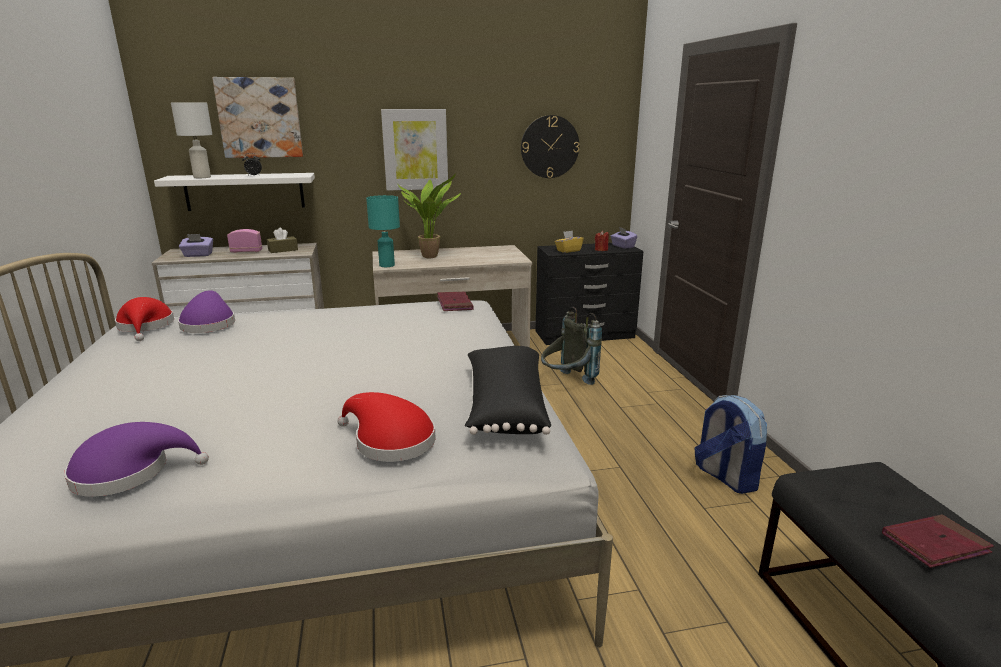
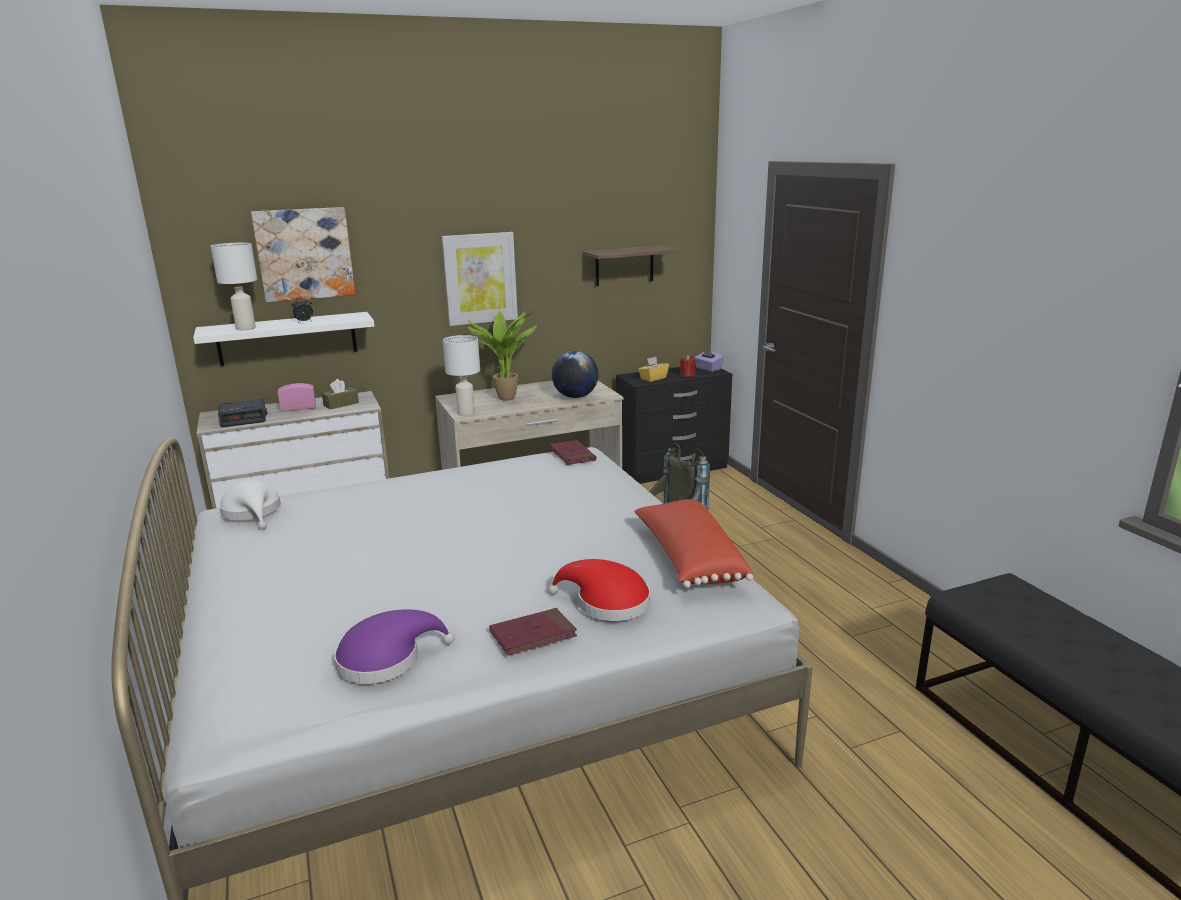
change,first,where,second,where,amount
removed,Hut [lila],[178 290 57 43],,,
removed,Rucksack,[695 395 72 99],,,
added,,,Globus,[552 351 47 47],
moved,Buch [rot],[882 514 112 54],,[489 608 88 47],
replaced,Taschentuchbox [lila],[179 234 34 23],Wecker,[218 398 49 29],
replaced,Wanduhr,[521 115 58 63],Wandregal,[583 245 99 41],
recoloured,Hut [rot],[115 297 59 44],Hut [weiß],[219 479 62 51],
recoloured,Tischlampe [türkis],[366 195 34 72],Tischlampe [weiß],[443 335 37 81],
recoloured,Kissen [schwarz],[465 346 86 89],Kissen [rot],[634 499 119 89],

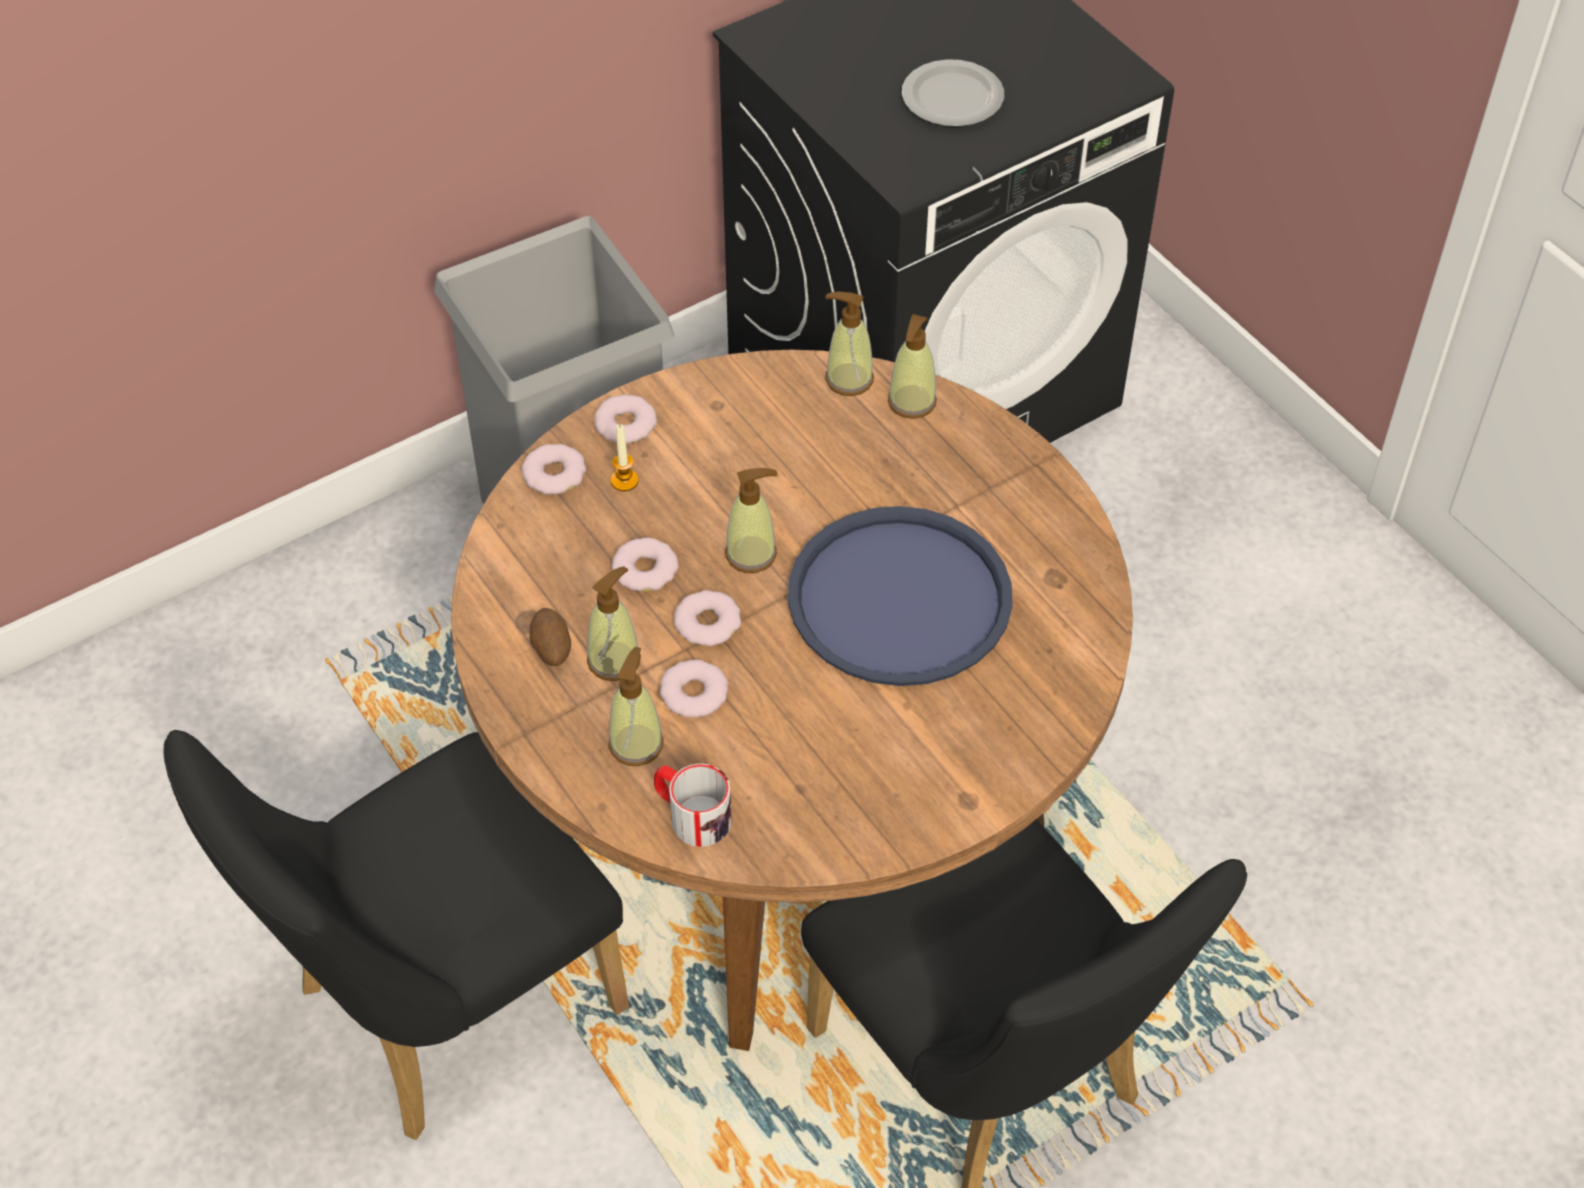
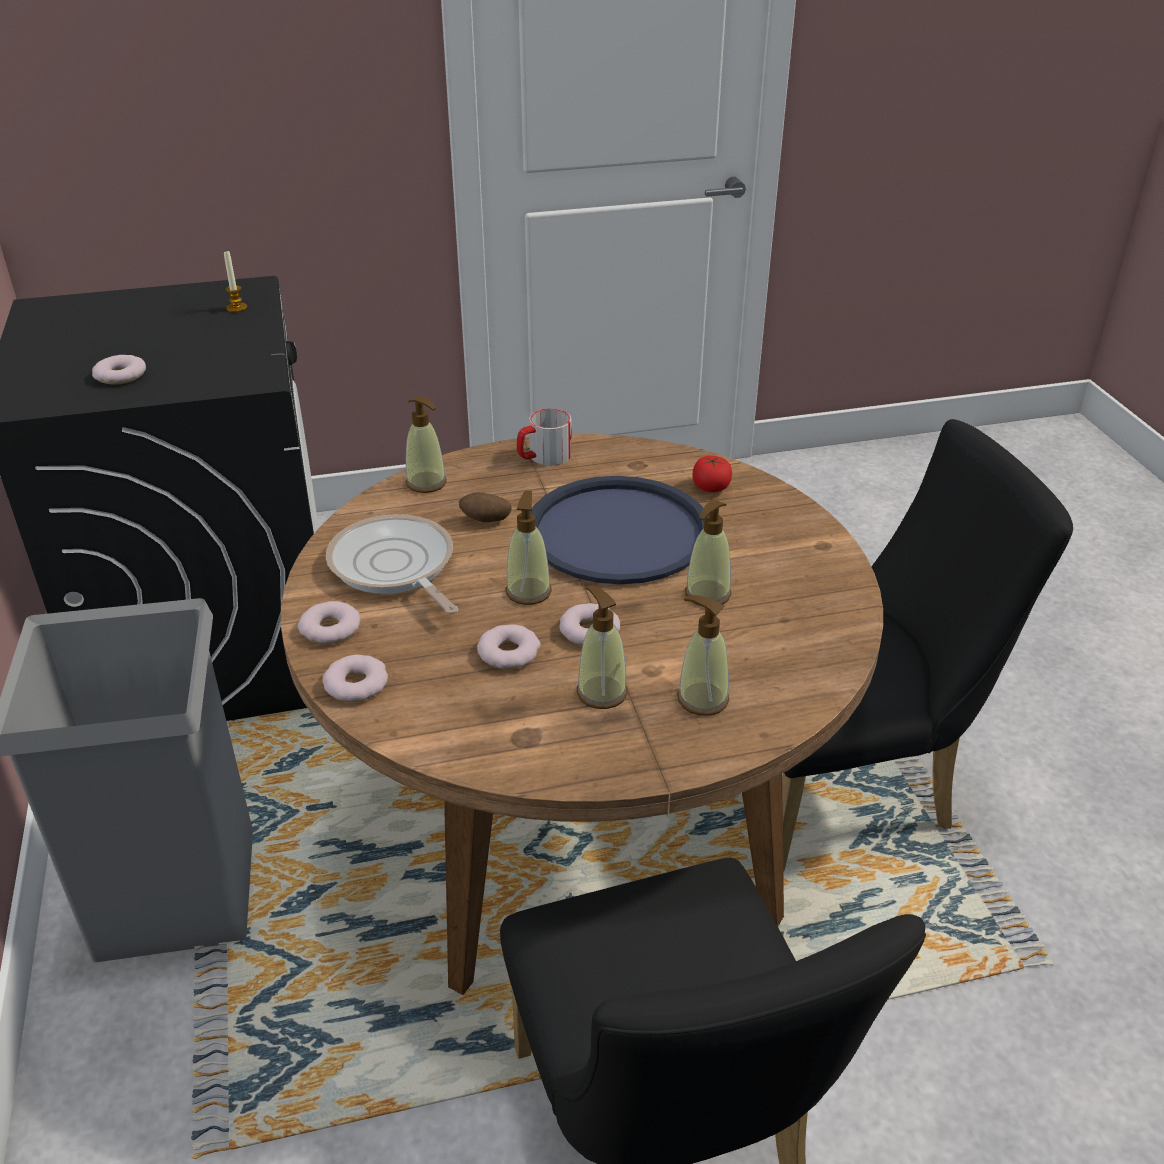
change,first,where,second,where,amount
removed,Teller,[902 59 102 68],,,
added,,,Pfanne,[326 514 132 100],
added,,,Tomate,[692 456 40 36],
moved,Kartoffel,[530 608 41 58],,[459 492 53 30],
moved,Kerze,[611 424 28 67],,[224 251 23 61],
moved,Henkelbecher,[654 763 78 84],,[517 409 55 57],
moved,Donut,[660 659 68 59],,[92 355 54 30],
moved,Seifenspender,[825 292 49 104],,[685 499 46 107],

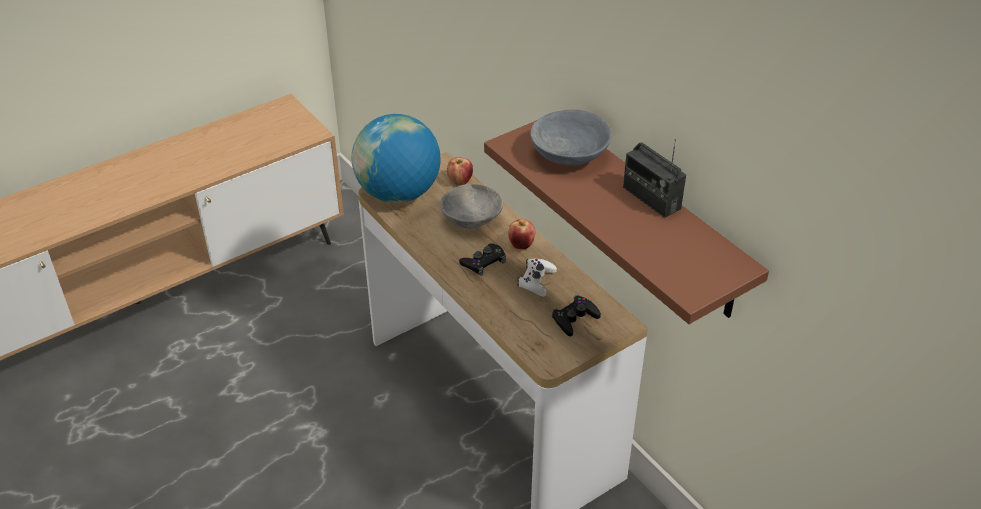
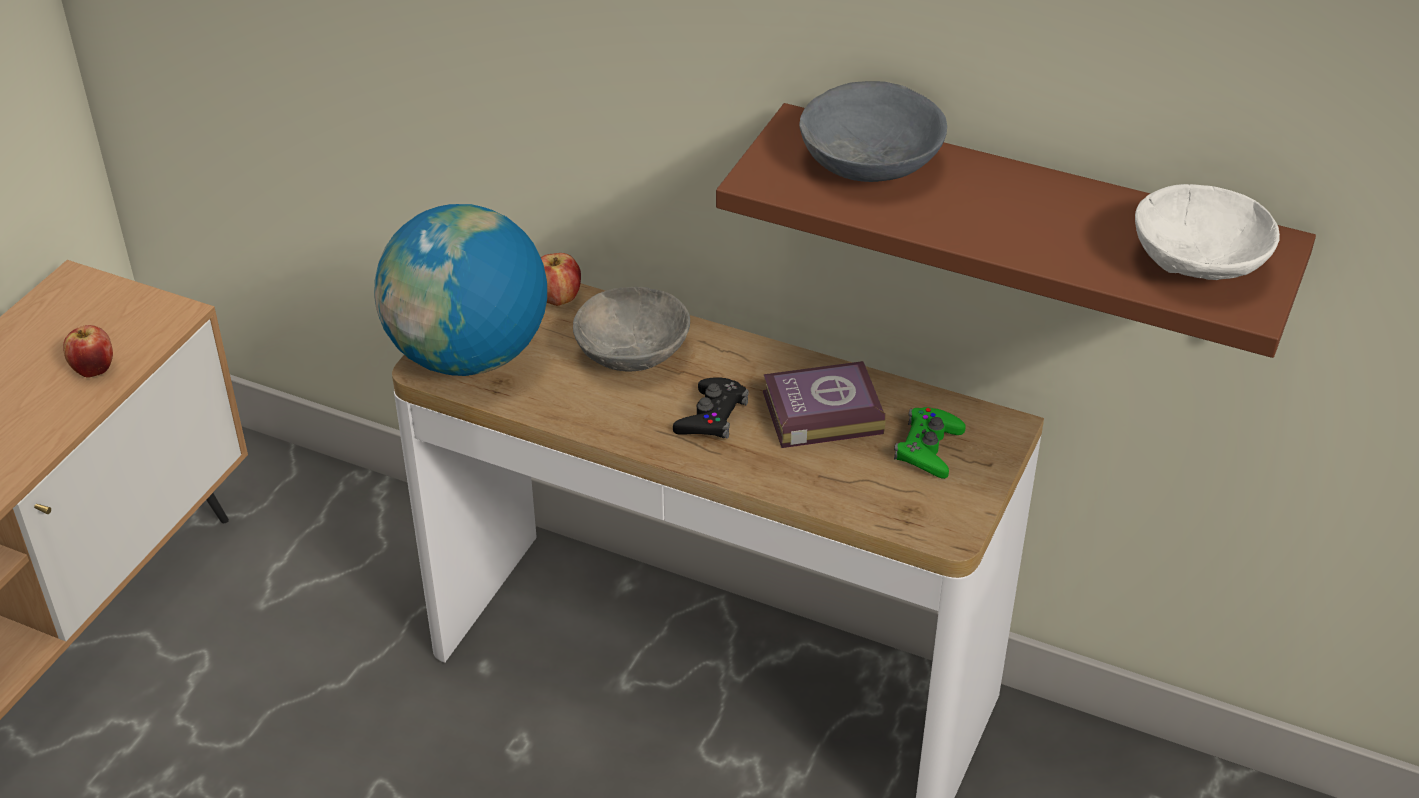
change,first,where,second,where,amount
removed,Radio,[623 139 63 79],,,
added,,,Schüssel [weiß],[1135 184 145 96],
moved,Apfel,[508 219 27 30],,[63 325 50 53],
replaced,Gamepad [weiß],[517 258 40 39],Buch,[763 361 123 87],
recoloured,Gamepad [schwarz],[552 295 49 41],Gamepad [grün],[894 407 72 72],

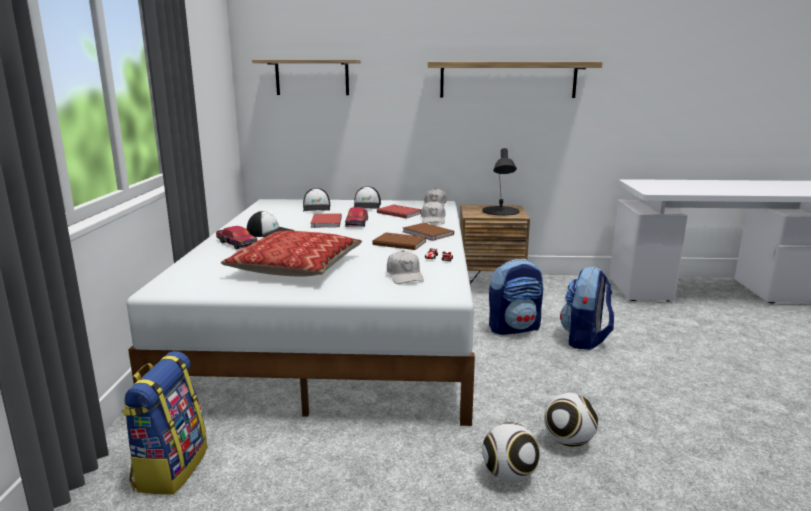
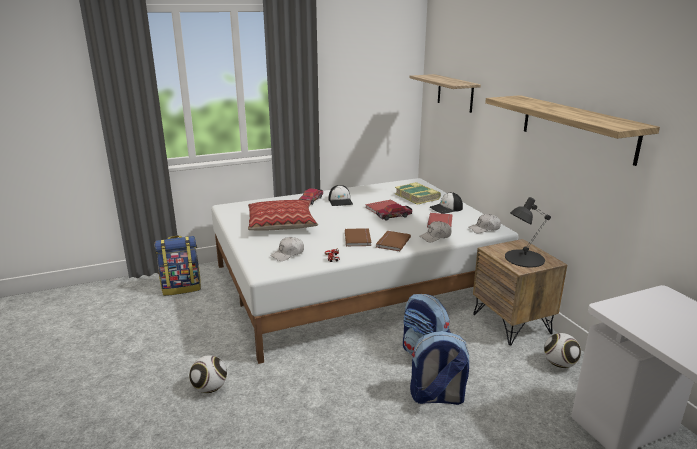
change,first,where,second,where,amount
moved,Fußball,[544 393 54 54],,[544 333 37 35],
replaced,Kappe,[303 188 27 23],Buch,[395 182 46 23],

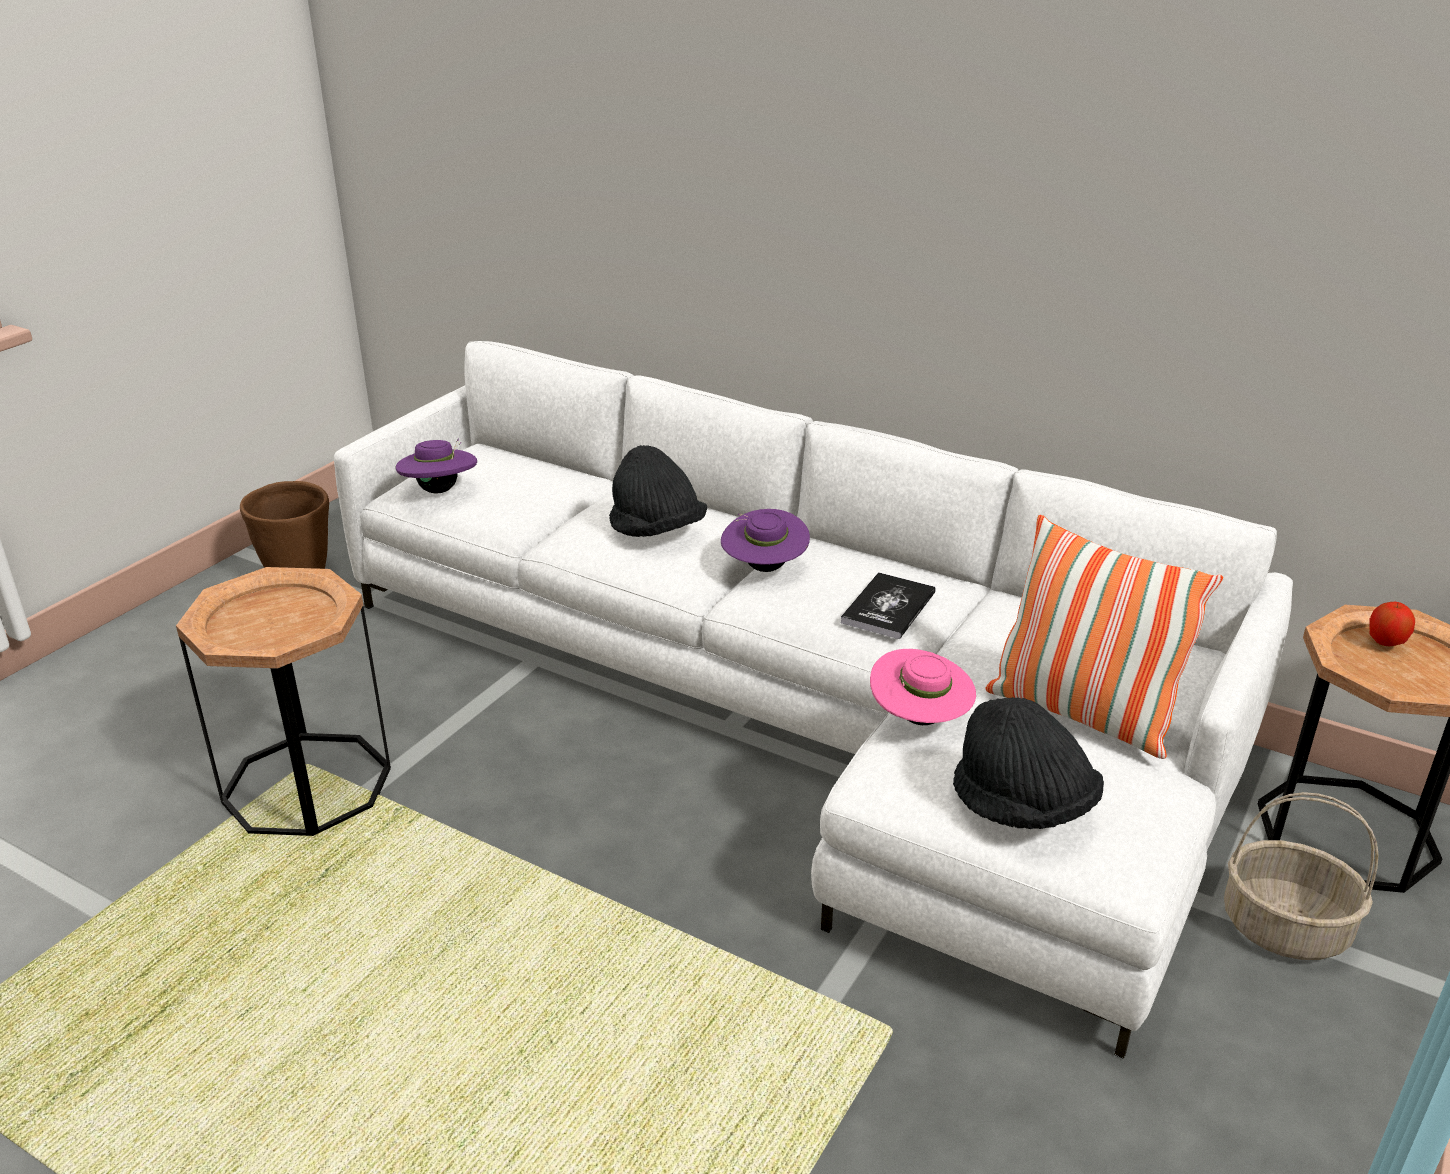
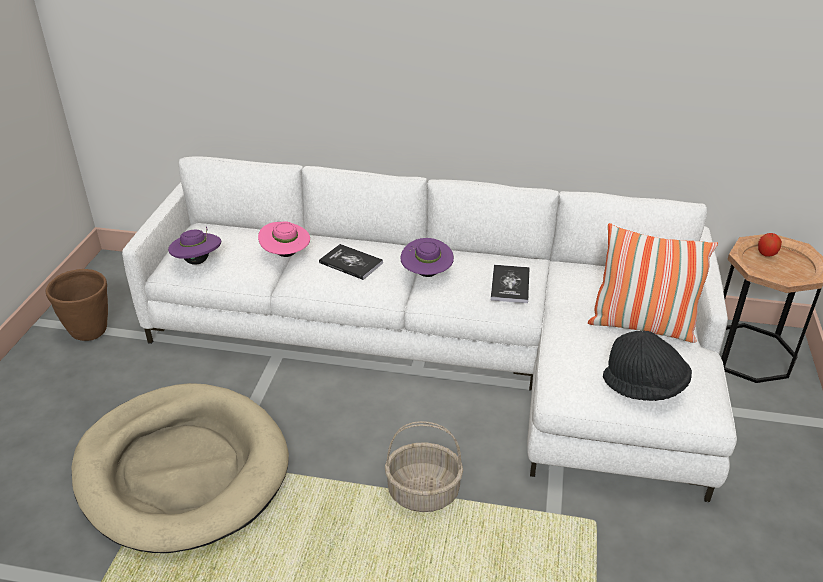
change,first,where,second,where,amount
moved,Hut [rosa],[870 649 106 76],,[258 221 52 36],
moved,Korb,[1224 792 155 168],,[385 421 78 91],
replaced,Beistelltisch [braun],[176 567 215 269],Hundebett [beige],[71 383 218 170],
replaced,Hut [schwarz],[609 445 98 92],Buch,[319 244 64 36],

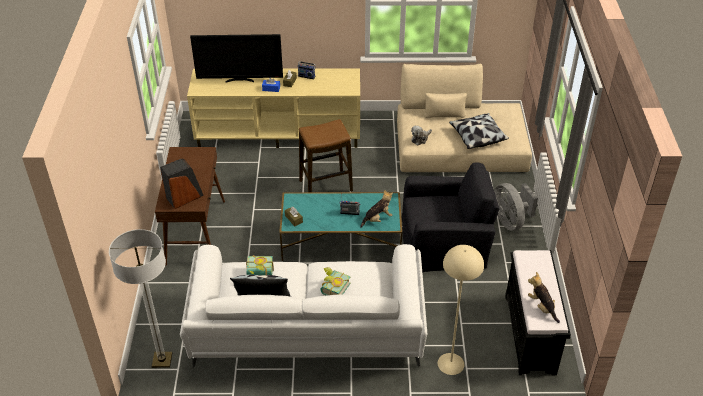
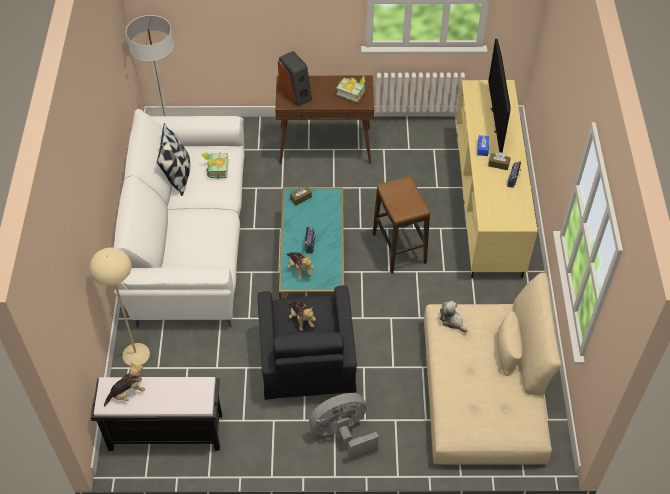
change,first,where,second,where,amount
removed,Kissen,[449 113 60 36],,,
added,,,Plüschtier,[288 302 28 29],
moved,Buch,[320 267 31 28],,[336 76 30 27],

